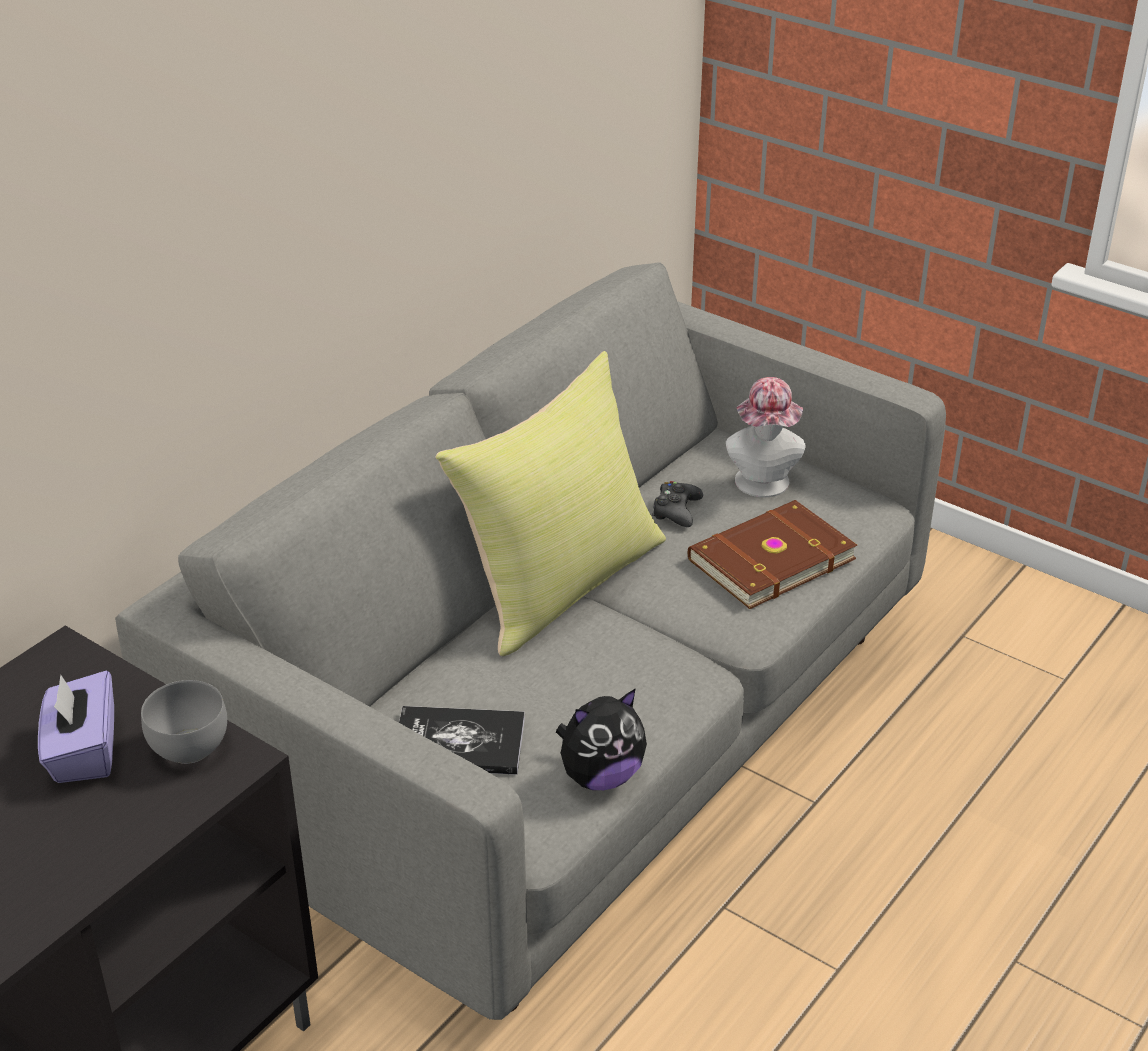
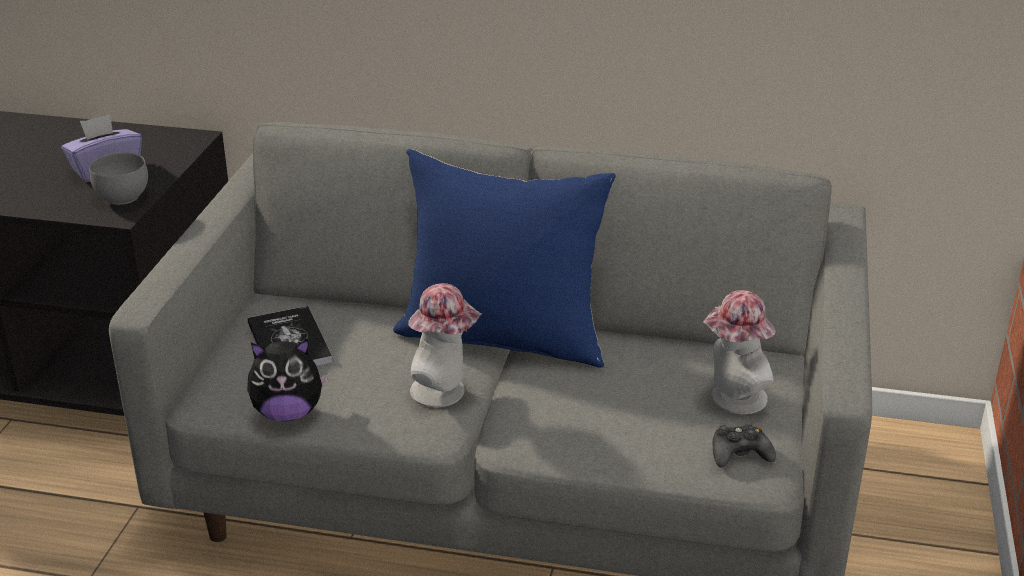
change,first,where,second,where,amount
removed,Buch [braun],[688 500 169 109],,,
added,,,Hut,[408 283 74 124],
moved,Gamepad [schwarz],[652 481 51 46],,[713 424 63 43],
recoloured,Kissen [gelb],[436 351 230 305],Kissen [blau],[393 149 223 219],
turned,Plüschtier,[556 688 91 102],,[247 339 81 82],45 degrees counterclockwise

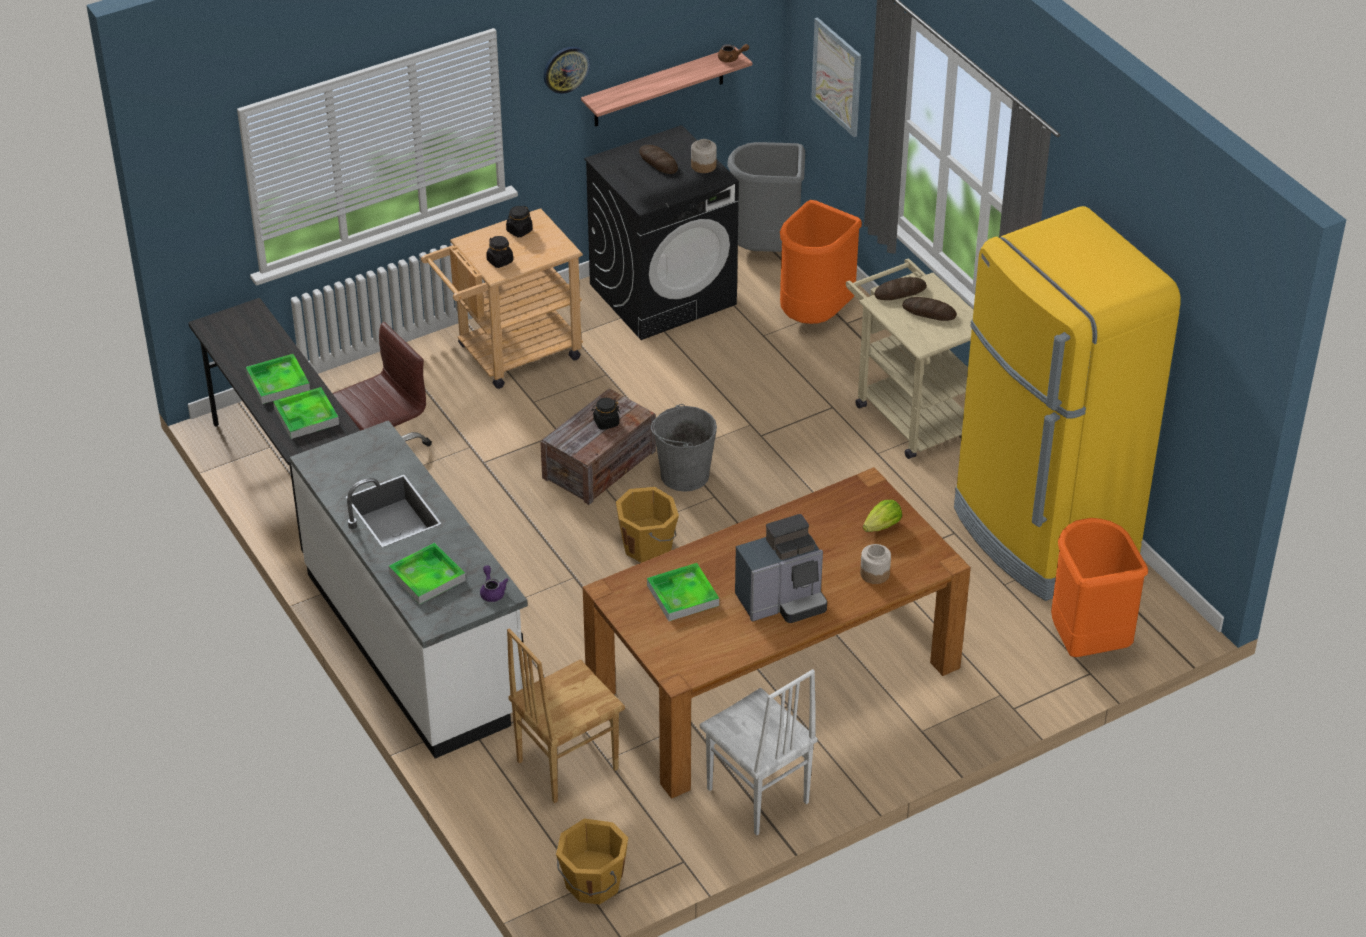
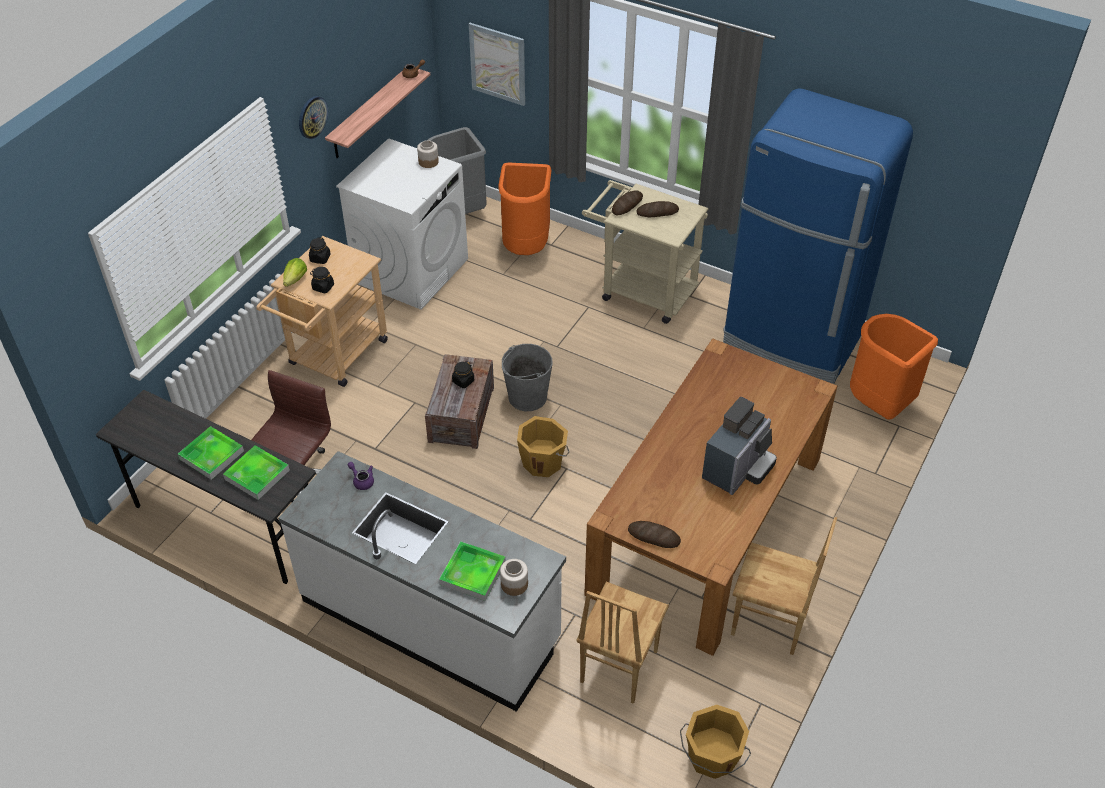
change,first,where,second,where,amount
removed,Tablett,[647 563 72 58],,,
moved,Teekanne [lila],[480 565 29 37],,[347 462 27 28],
moved,Brot,[639 145 39 29],,[628 521 53 27],
moved,Vorratsglas,[860 544 31 40],,[500 559 28 37],
moved,Salatkopf,[863 500 39 32],,[283 258 24 29],
recoloured,Waschmaschine [schwarz],[584 125 155 215],Waschmaschine [weiß],[336 138 132 172],
recoloured,Stuhl [weiß],[700 669 118 167],Stuhl [braun],[731 517 106 138],
recoloured,Kühlschrank [gelb],[954 206 227 395],Kühlschrank [blau],[723 88 190 296],

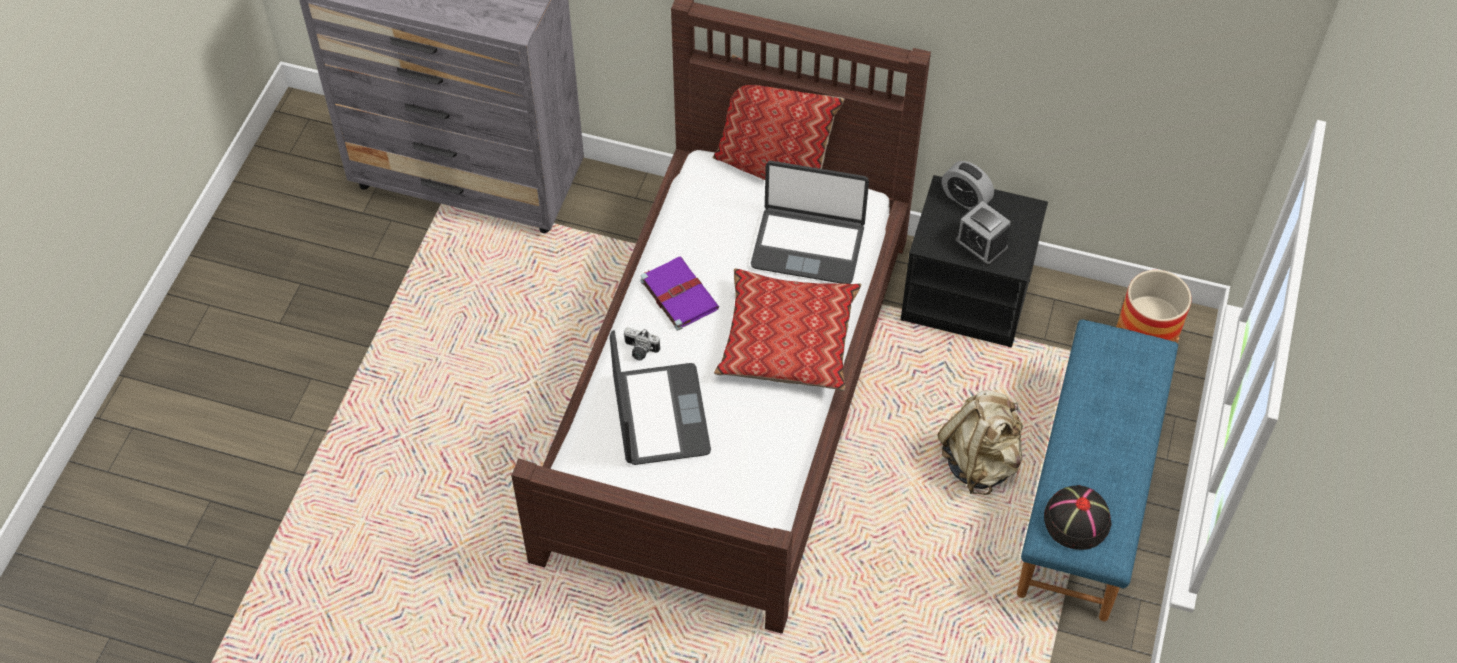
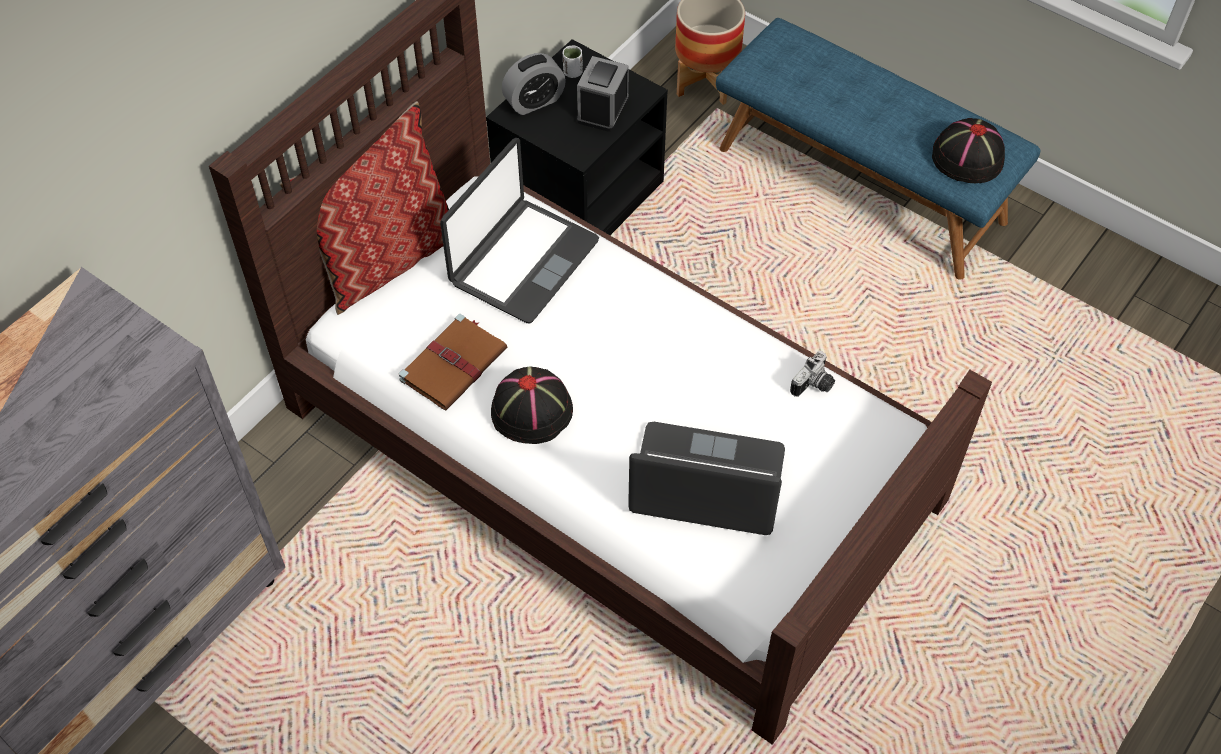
change,first,where,second,where,amount
removed,Kissen,[714 269 147 122],,,
removed,Rucksack [beige],[937 390 86 105],,,
added,,,Buch [braun],[399 314 108 96],
added,,,Tasse [weiß],[563 45 20 33],
moved,Kamera,[624 327 36 33],,[790 351 45 46],
replaced,Buch [lila],[640 256 79 75],Hut [schwarz],[491 366 82 78],
turned,Wecker,[955 201 56 65],,[577 56 52 76],135 degrees clockwise

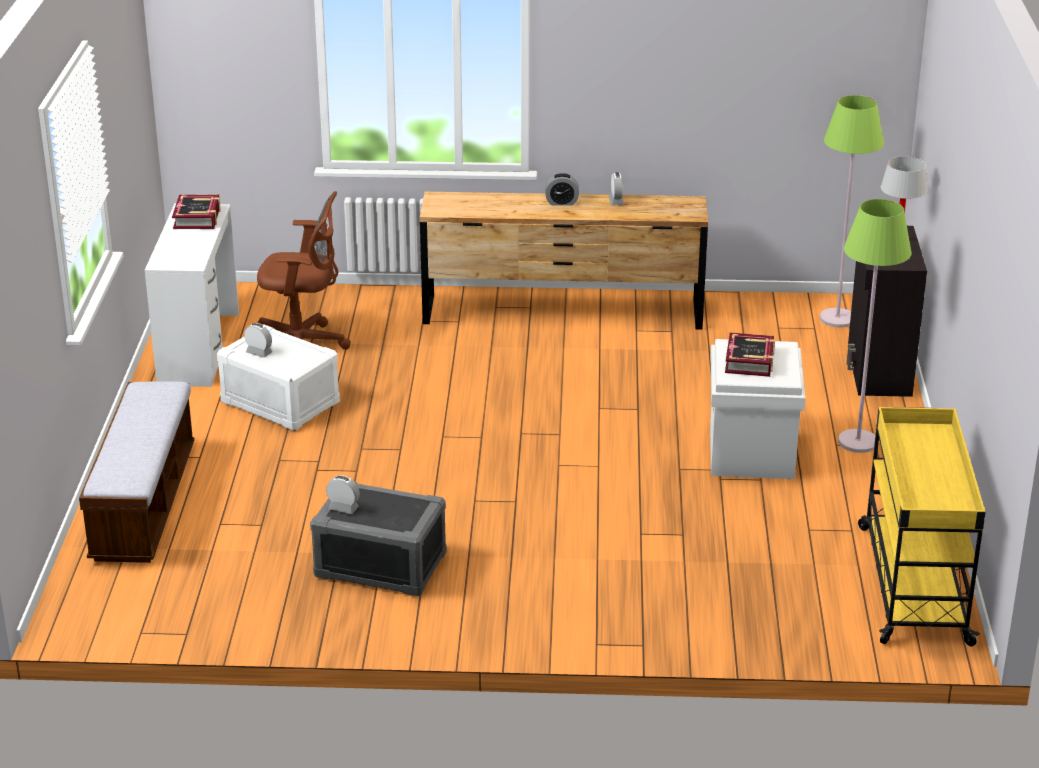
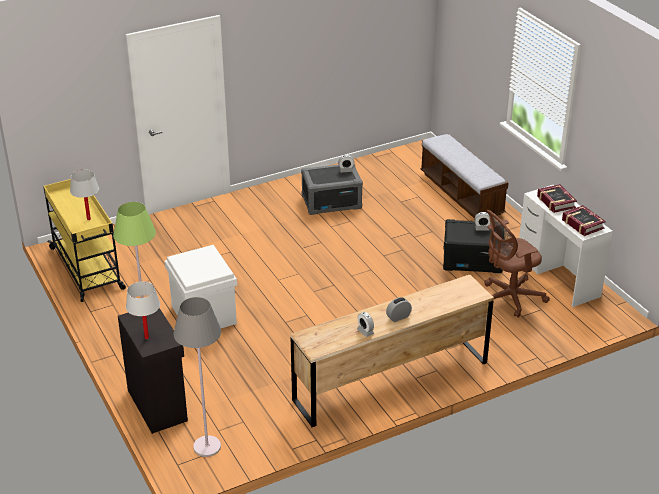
change,first,where,second,where,amount
added,,,Tischlampe [weiß],[70 170 29 50],
moved,Buch,[725 333 50 44],,[537 184 40 29],
recoloured,Aufbewahrungsbox [weiß],[217 324 123 107],Aufbewahrungsbox [schwarz],[443 219 60 54],
recoloured,Stehlampe [grün],[820 95 64 233],Stehlampe [grau],[173 297 48 160],

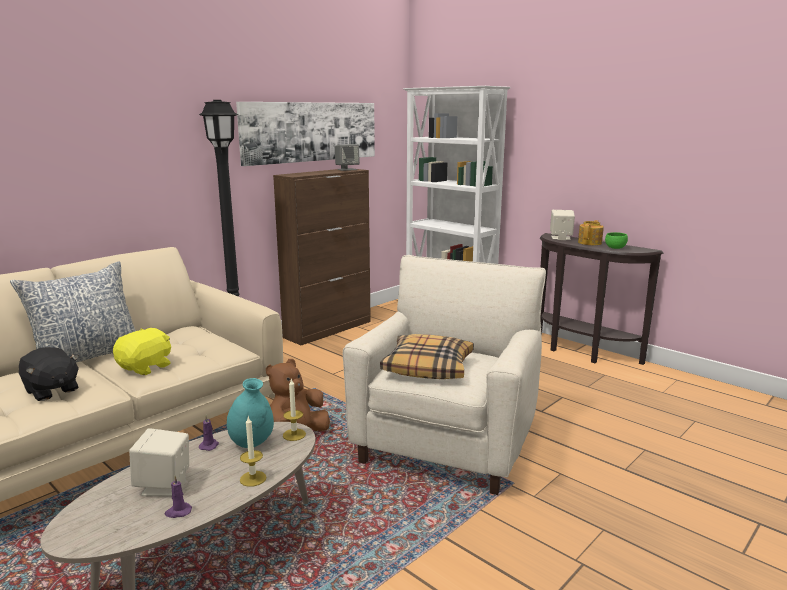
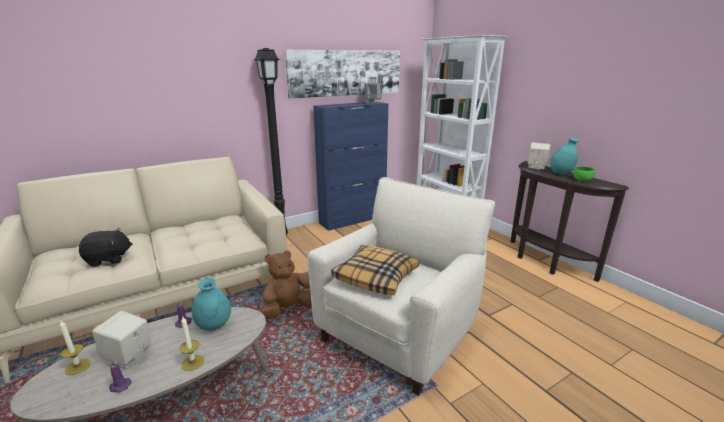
change,first,where,second,where,amount
removed,Kissen,[10 261 126 102],,,
removed,Plüschtier [gelb],[113 328 58 47],,,
moved,Kerze,[283 378 23 63],,[59 320 32 55],
replaced,Teekanne,[578 220 26 25],Vase [türkis],[550 137 29 38],
recoloured,Schrank [braun],[273 169 98 176],Schrank [blau],[313 102 76 129],
turned,Plüschtier [schwarz],[19 347 60 54],,[79 228 53 39],75 degrees counterclockwise

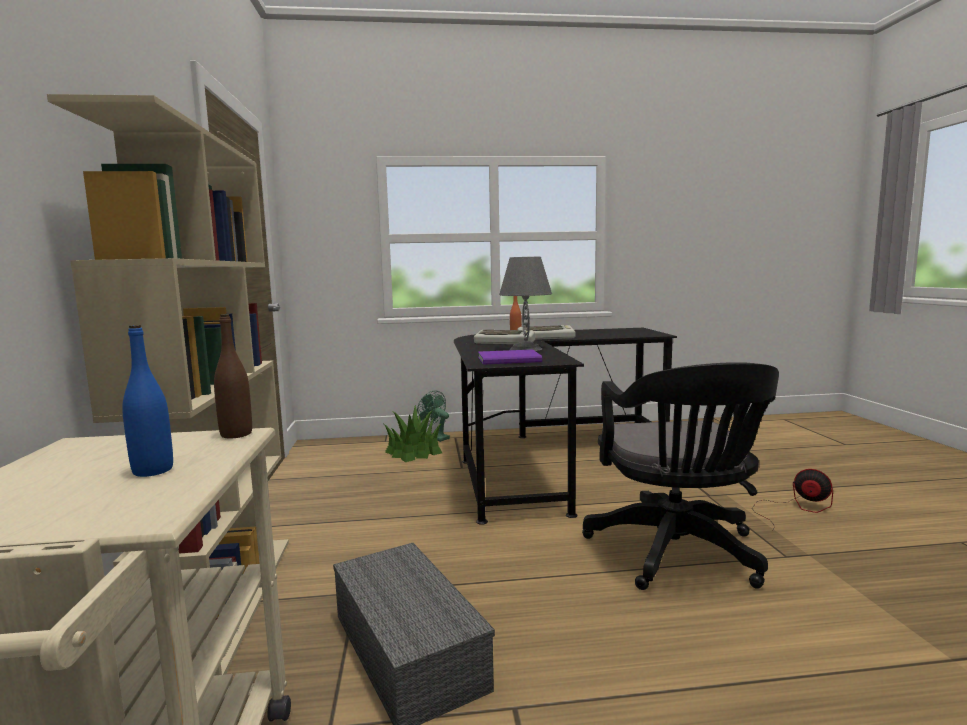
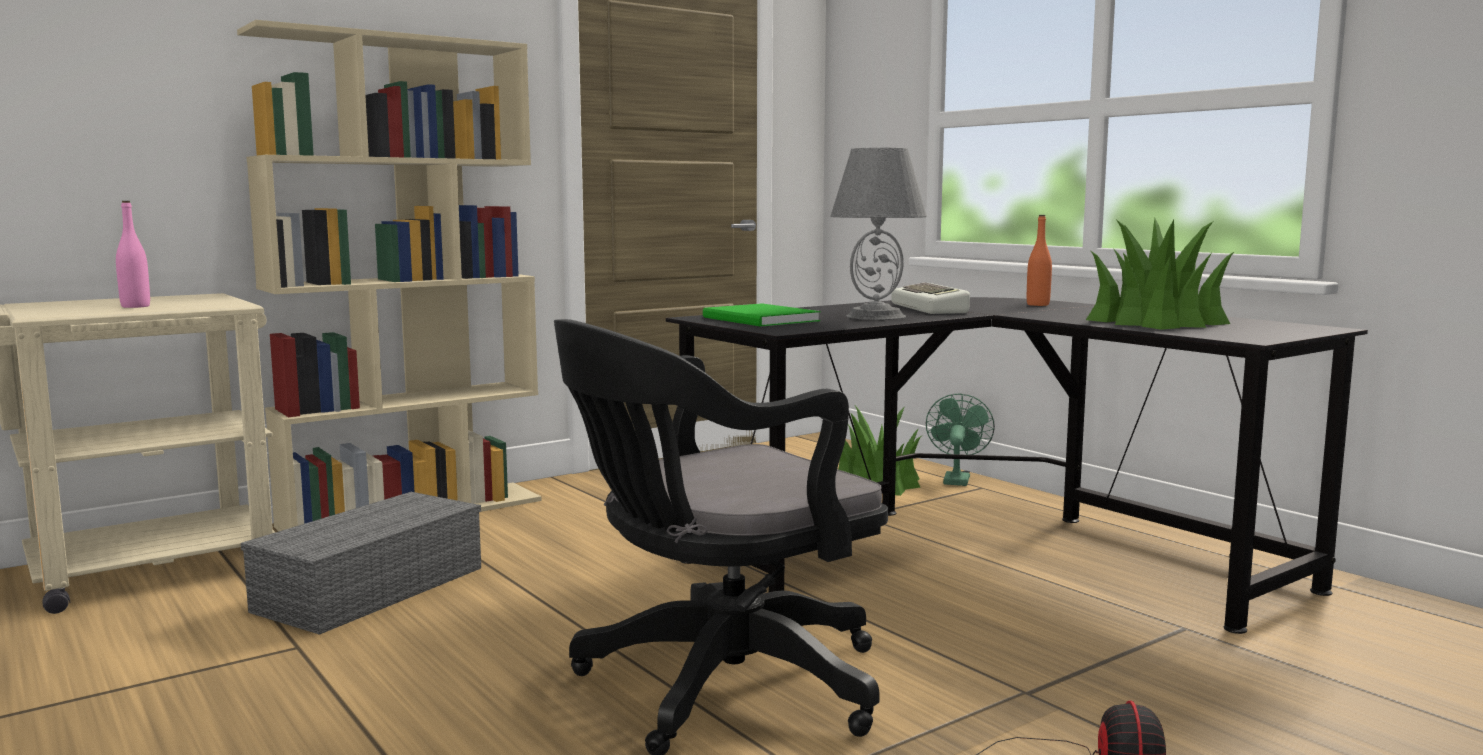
change,first,where,second,where,amount
removed,Flasche [braun],[214 314 38 124],,,
removed,Tastatur,[518 325 58 15],,,
added,,,Topfpflanze,[1086 218 148 112],
recoloured,Flasche [blau],[122 325 51 152],Flasche [rosa],[116 201 34 107],
recoloured,Buch [lila],[478 349 64 16],Buch [grün],[703 304 117 22],

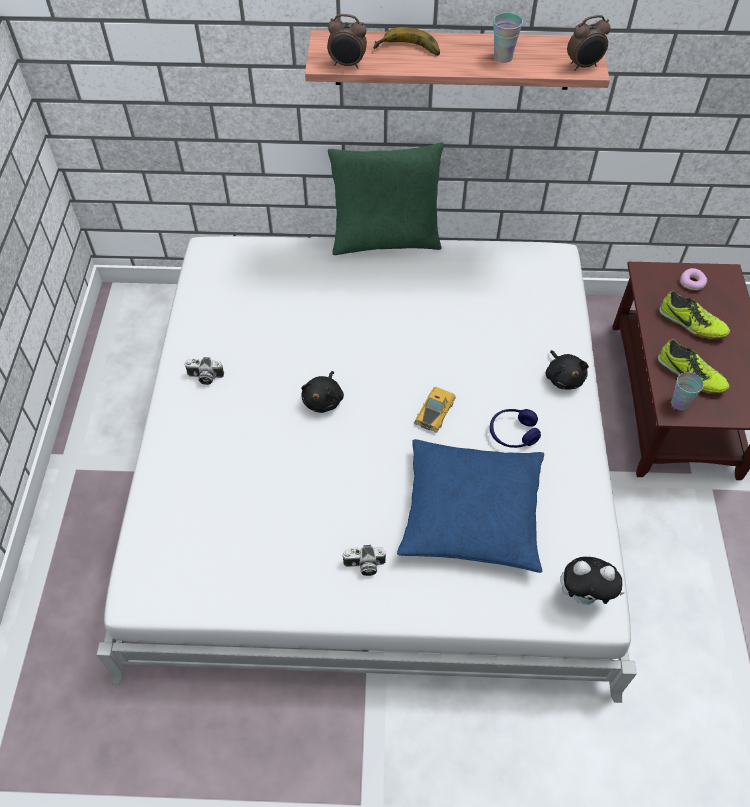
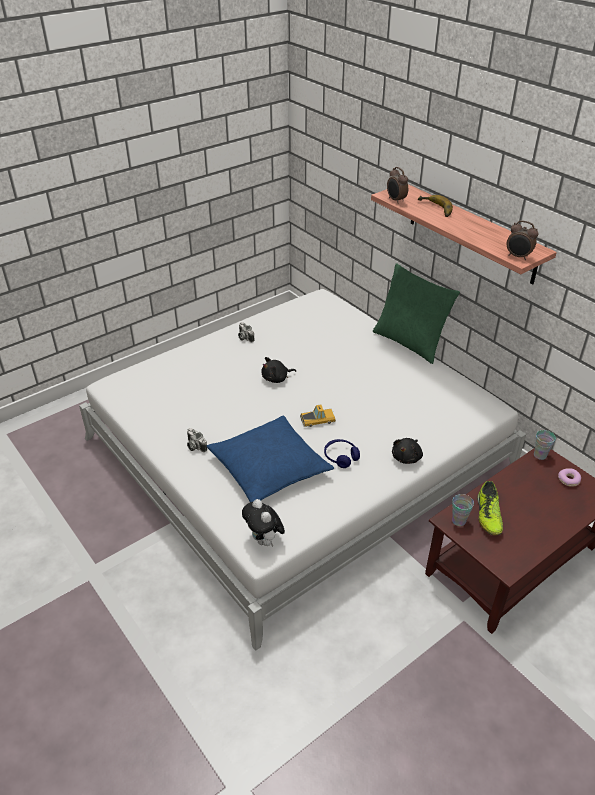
change,first,where,second,where,amount
removed,Schuh,[659 291 71 48],,,
moved,Tasse,[493 13 30 50],,[534 430 22 30],

